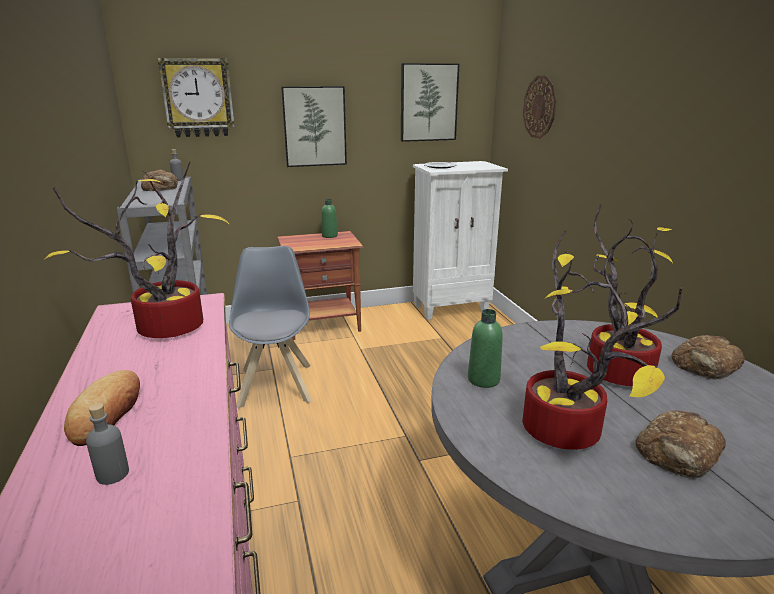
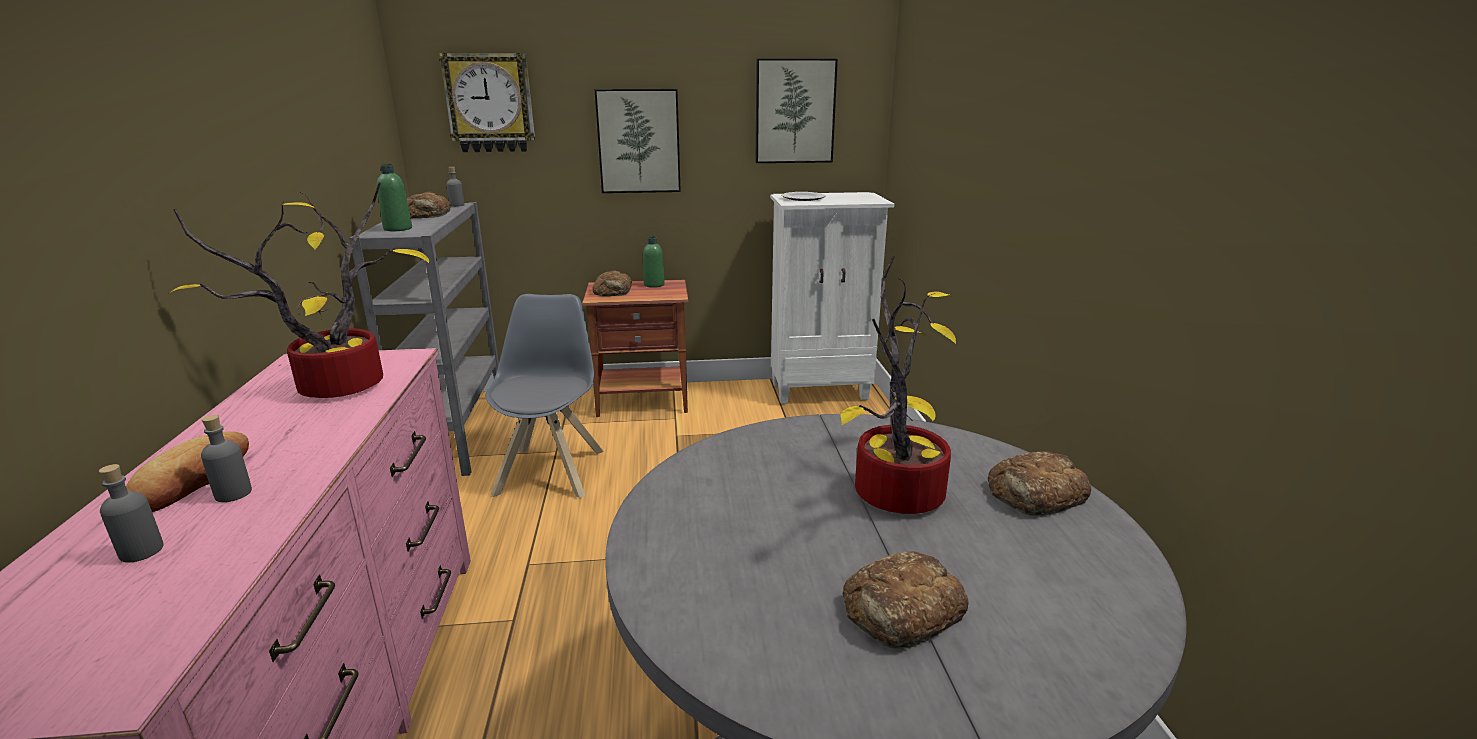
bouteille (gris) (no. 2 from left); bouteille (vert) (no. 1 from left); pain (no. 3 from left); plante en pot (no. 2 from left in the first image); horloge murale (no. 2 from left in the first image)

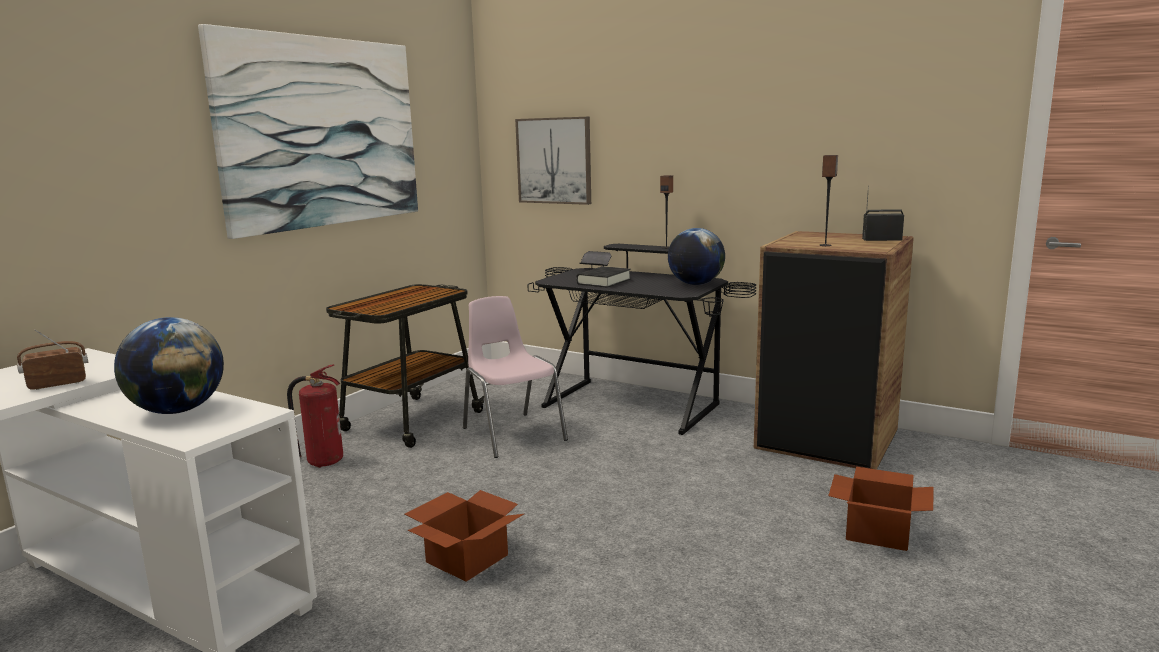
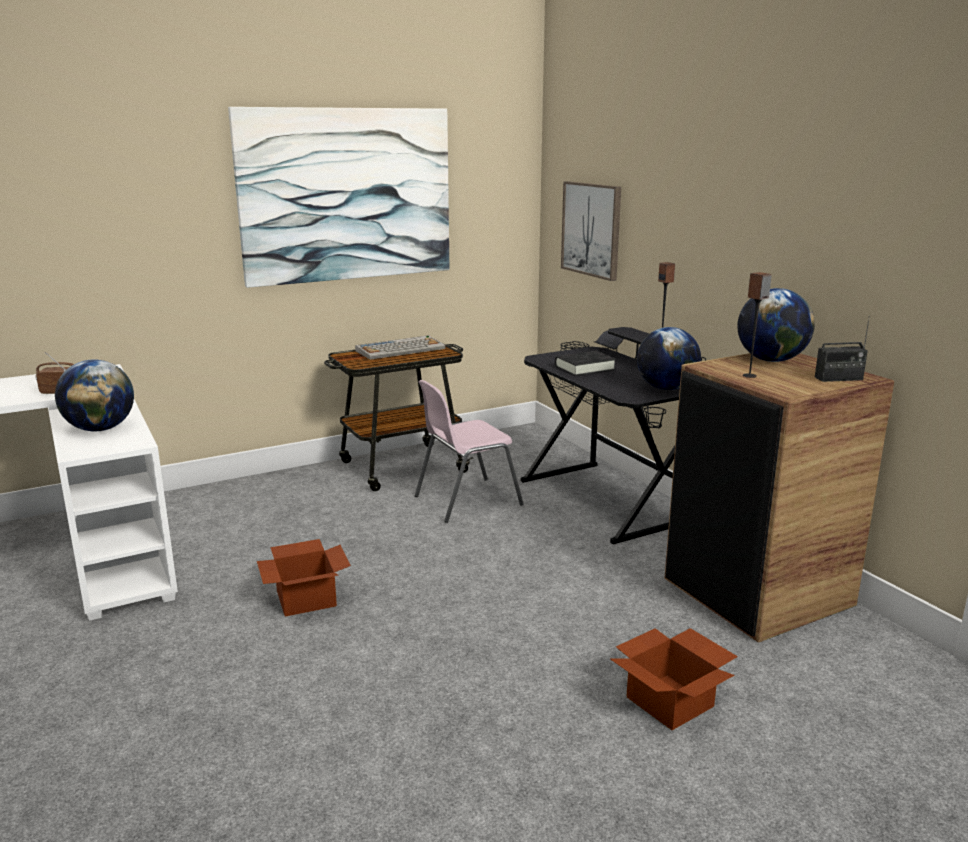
clavier; chaise (rose); globe (no. 3 from left); radio (no. 2 from left); extincteur

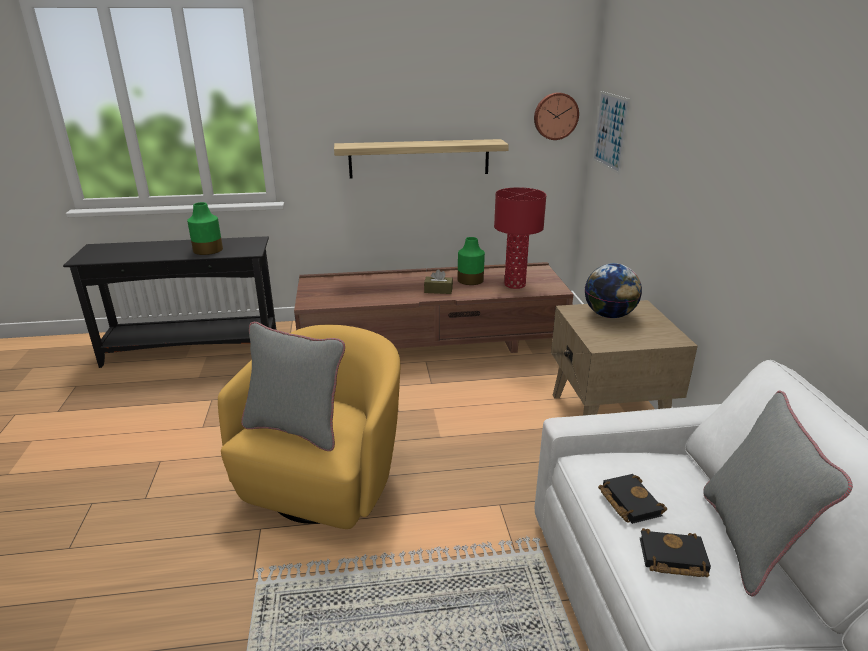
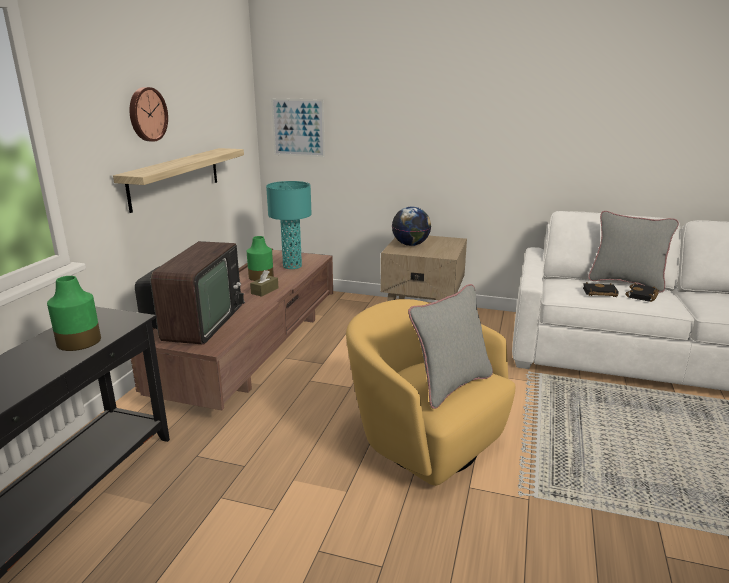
horloge murale; téléviseur; lampe de table (turquoise)

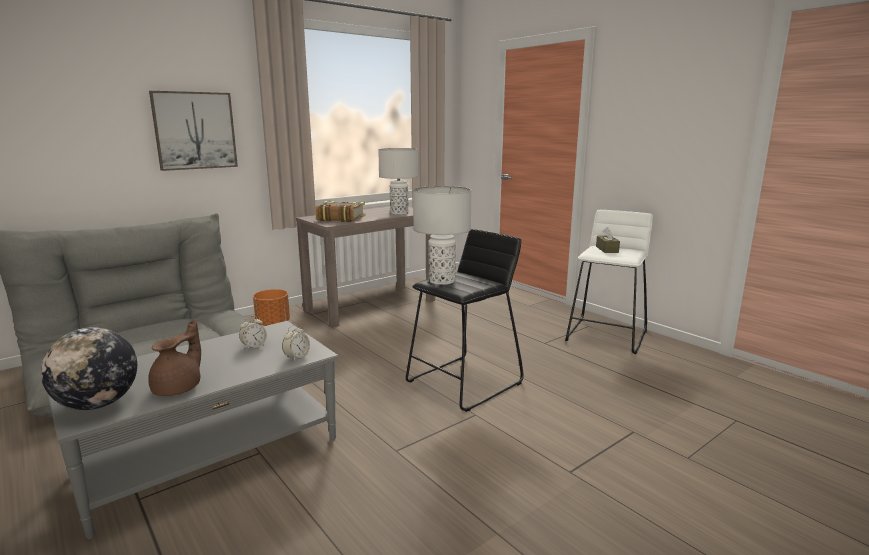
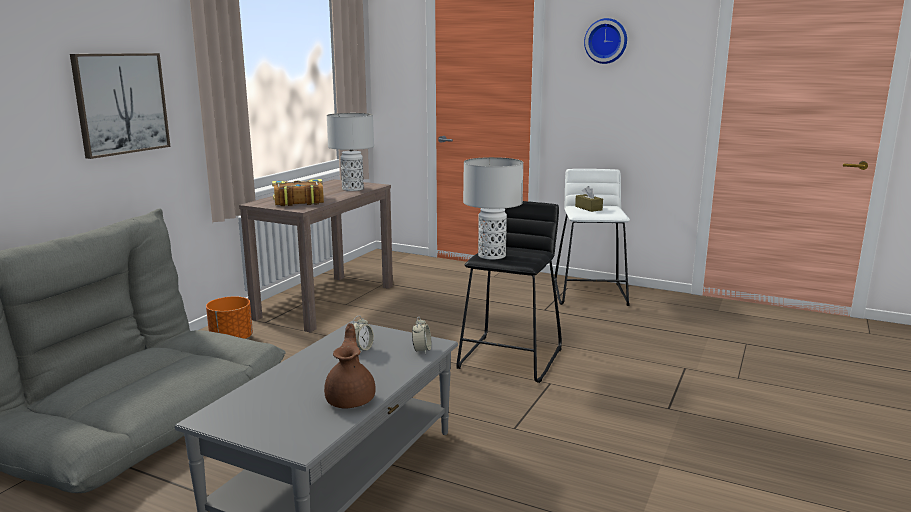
horloge murale; globe

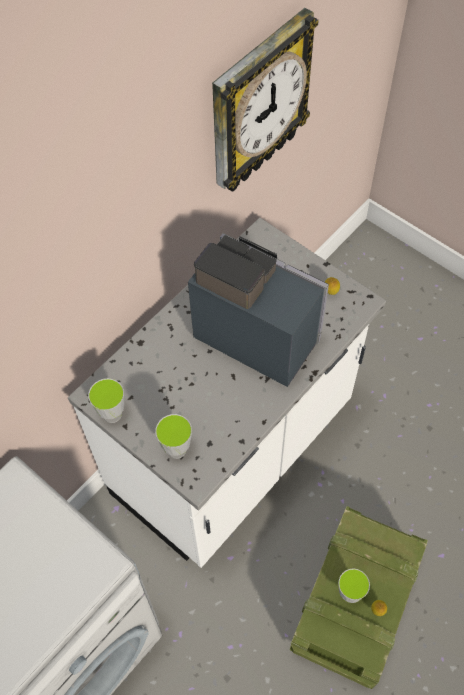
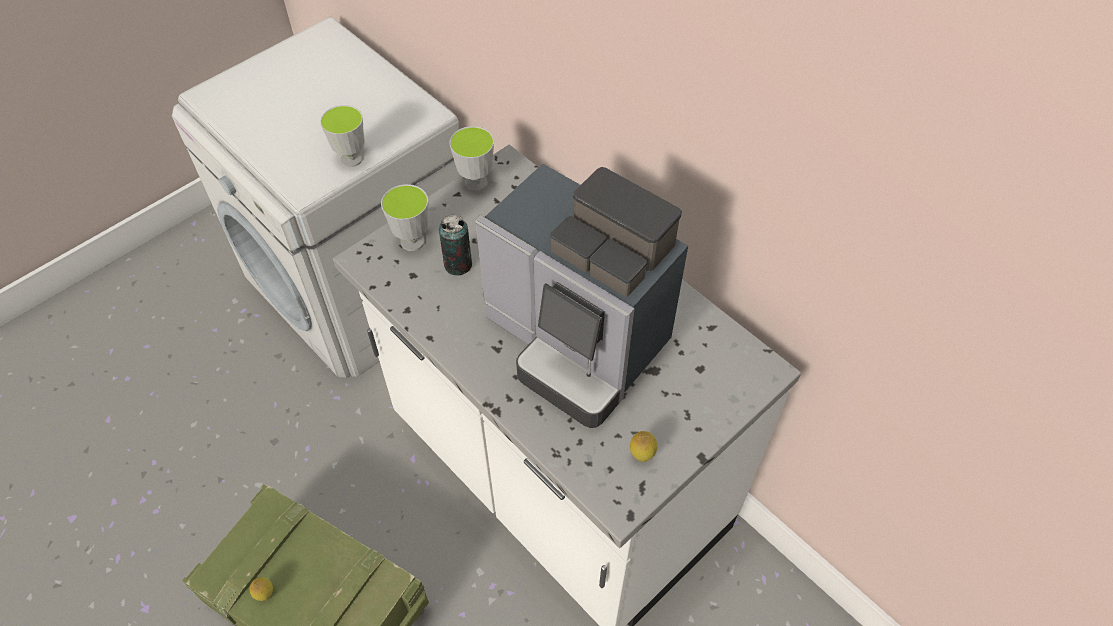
tasse (no. 1 from left); boîte métallique; machine à café; horloge murale

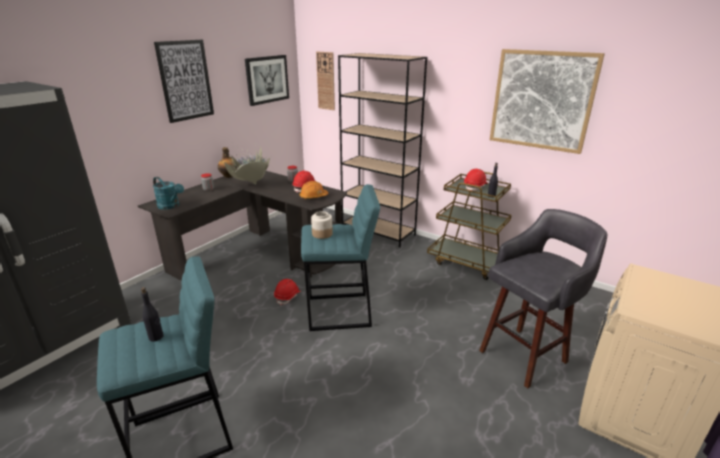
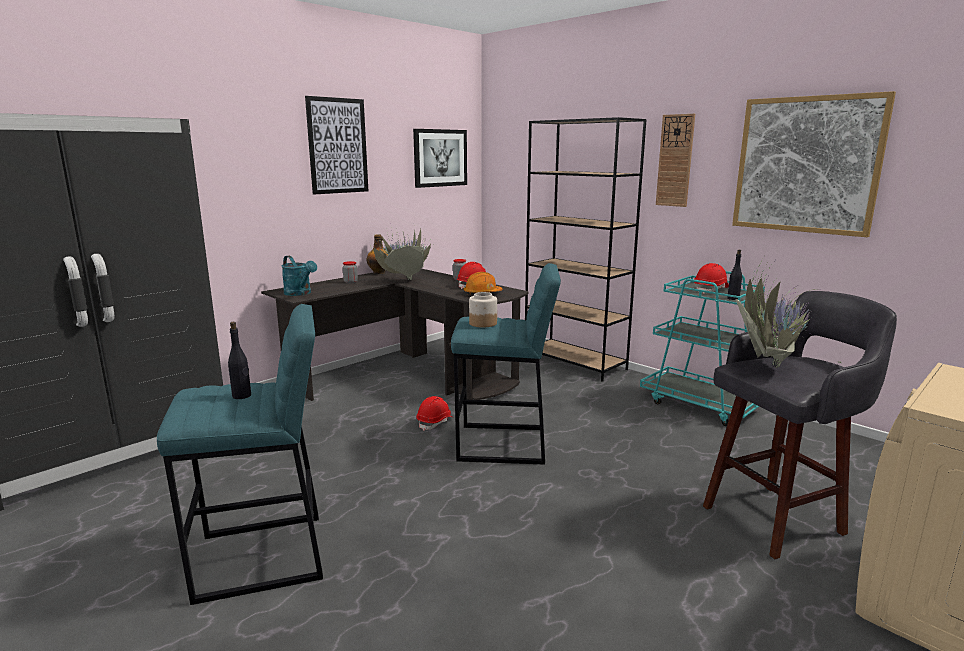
chariot (turquoise); horloge murale; plante en pot (no. 2 from left)

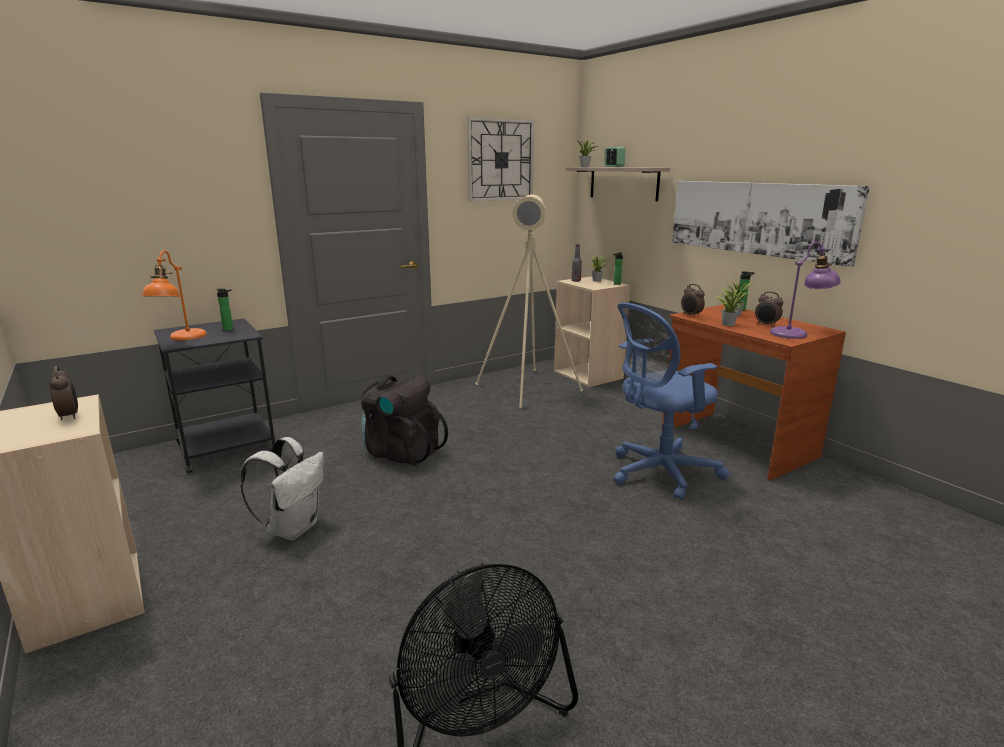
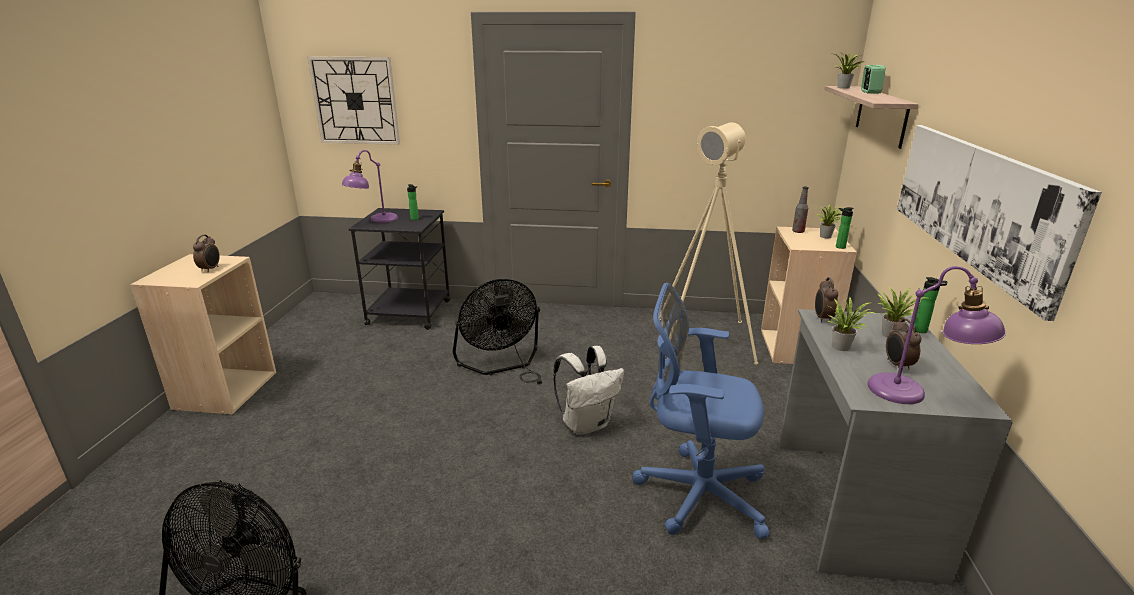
horloge murale; lampe de table (violet) (no. 1 from left); ventilateur (noir) (no. 2 from left); sac à dos (blanc); bureau (gris)

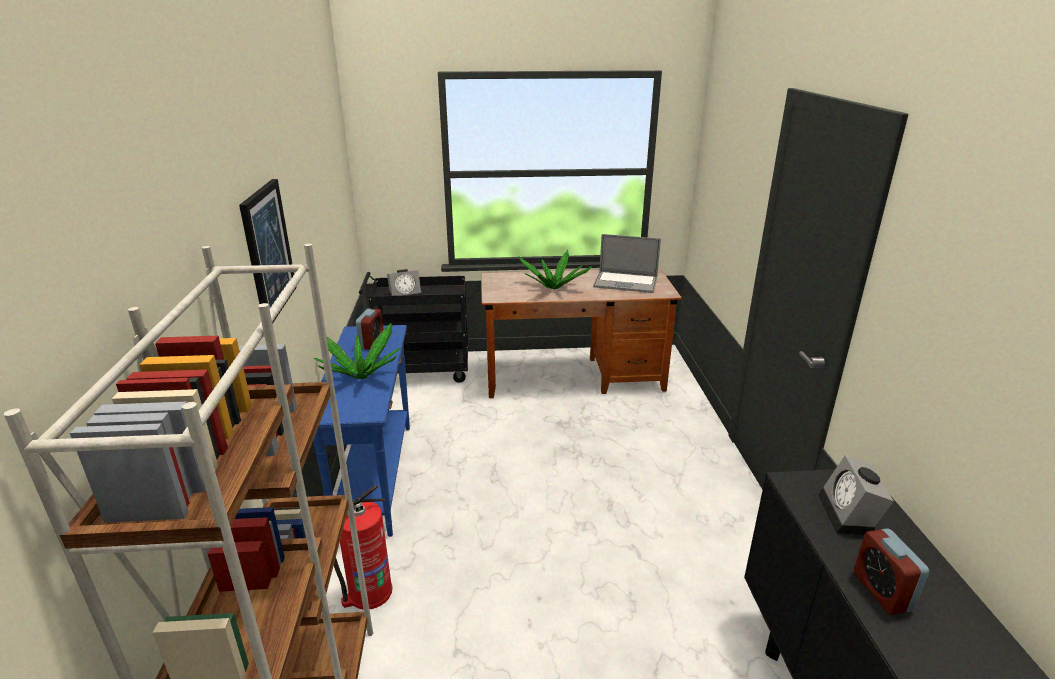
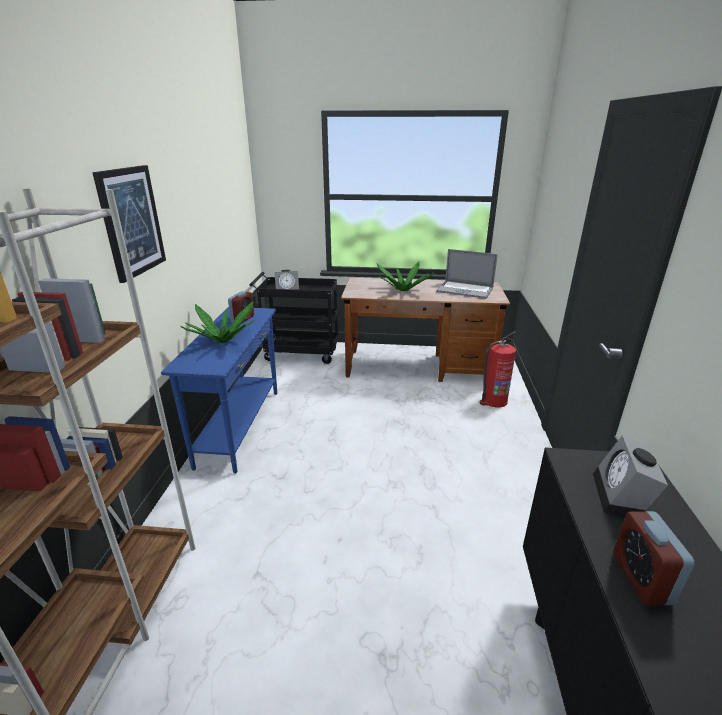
extincteur

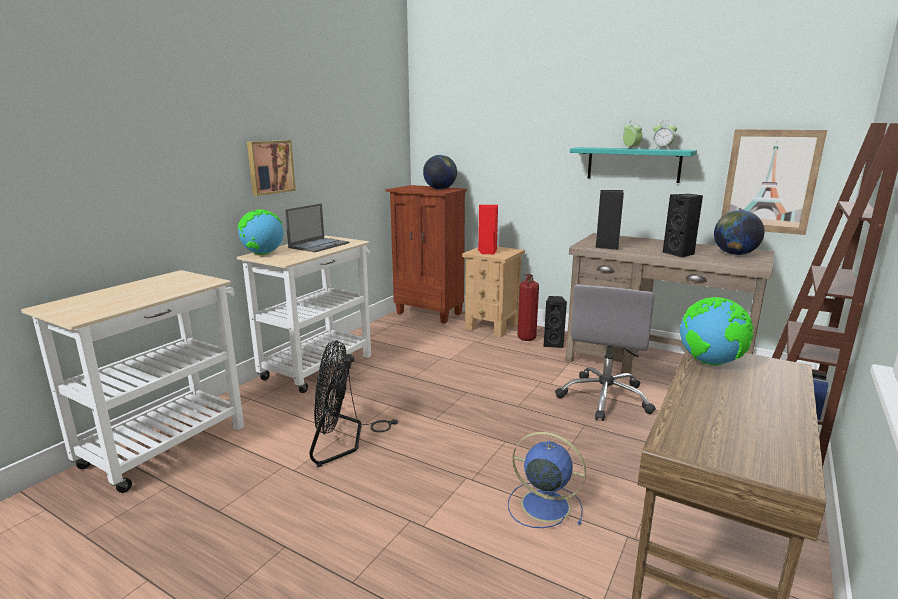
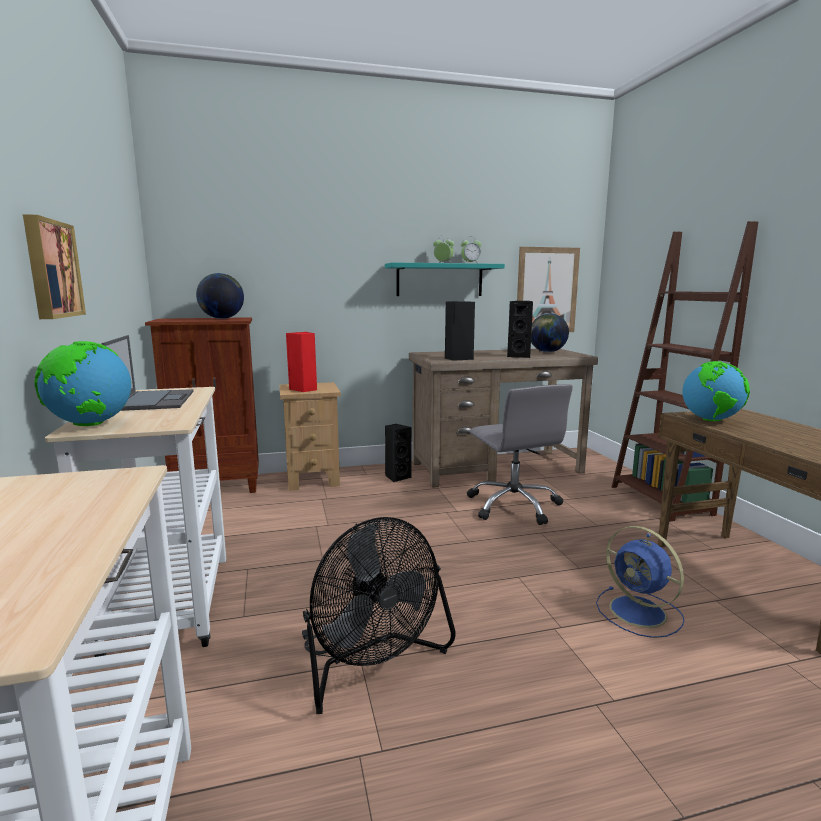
ventilateur (noir); ventilateur (bleu); extincteur

